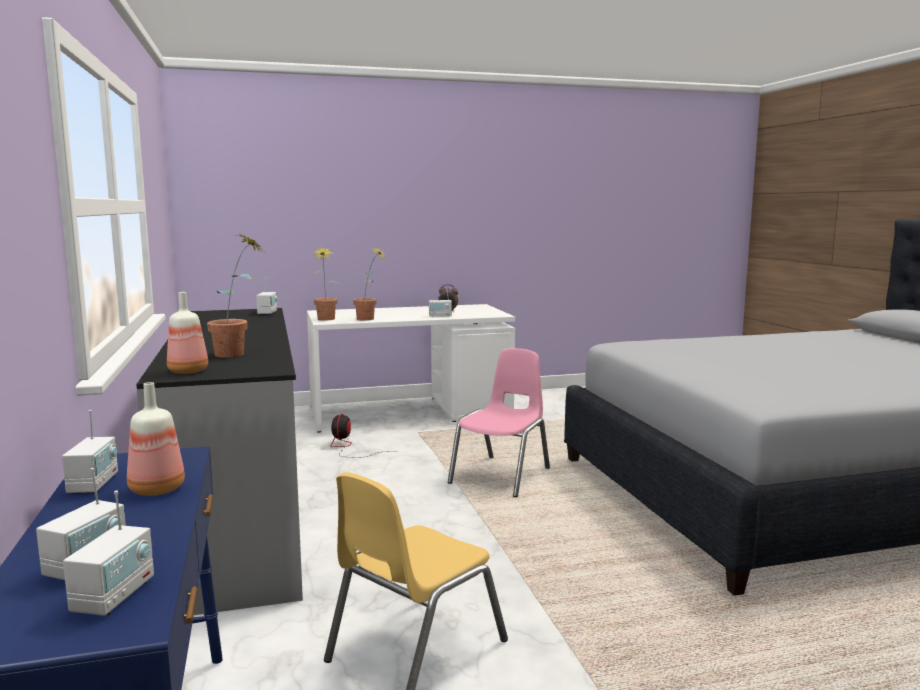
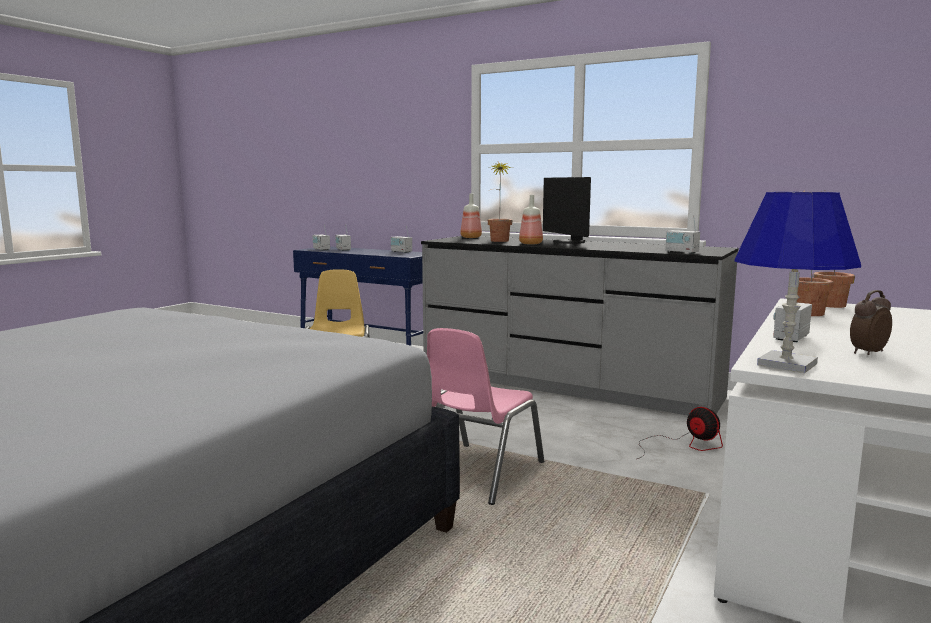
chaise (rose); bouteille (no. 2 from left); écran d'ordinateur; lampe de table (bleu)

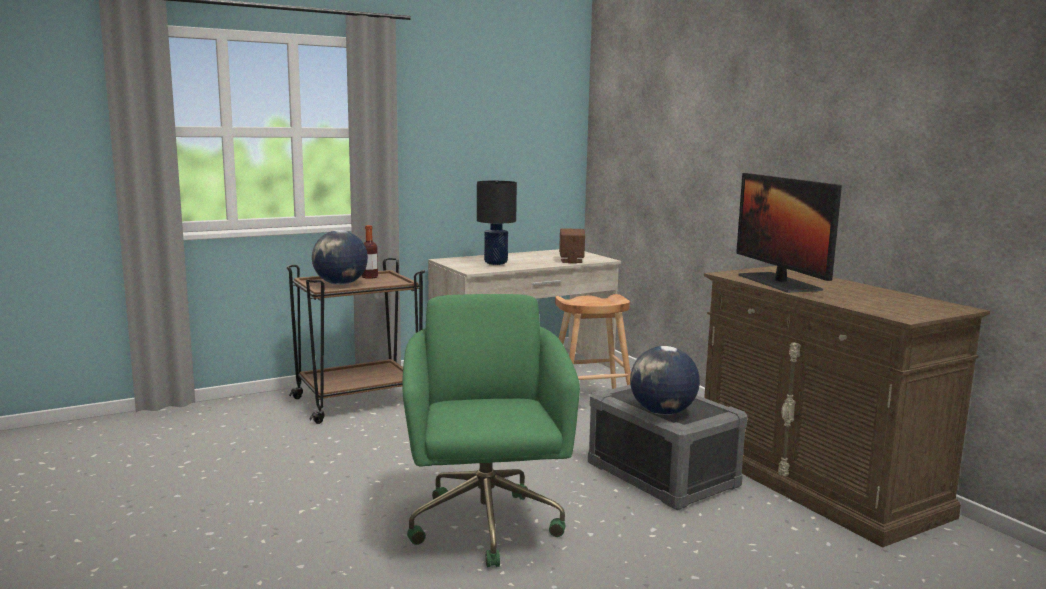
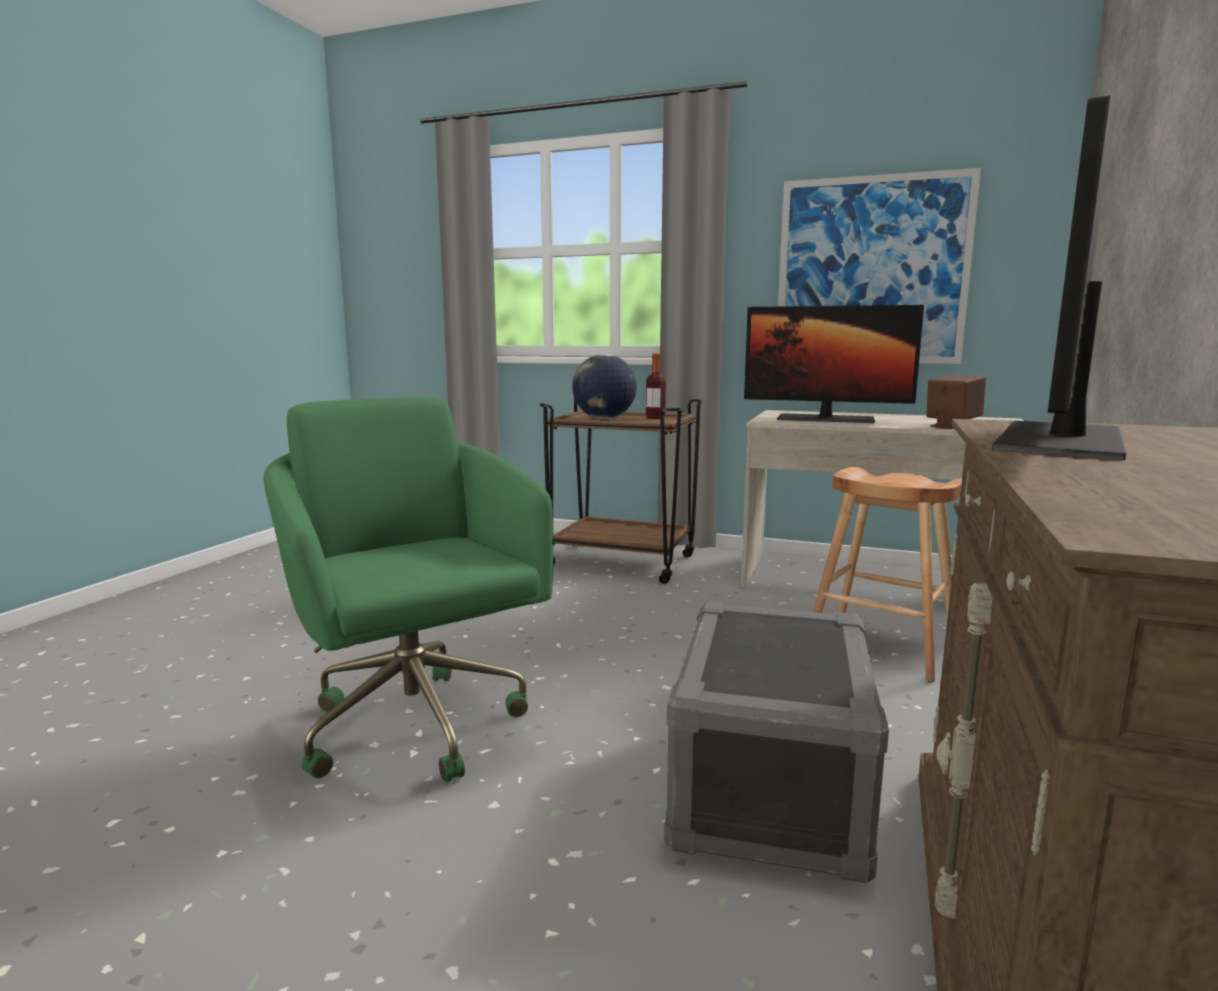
chaise de bureau (vert); écran d'ordinateur (no. 1 from left); tableau; globe (no. 2 from left in the first image)

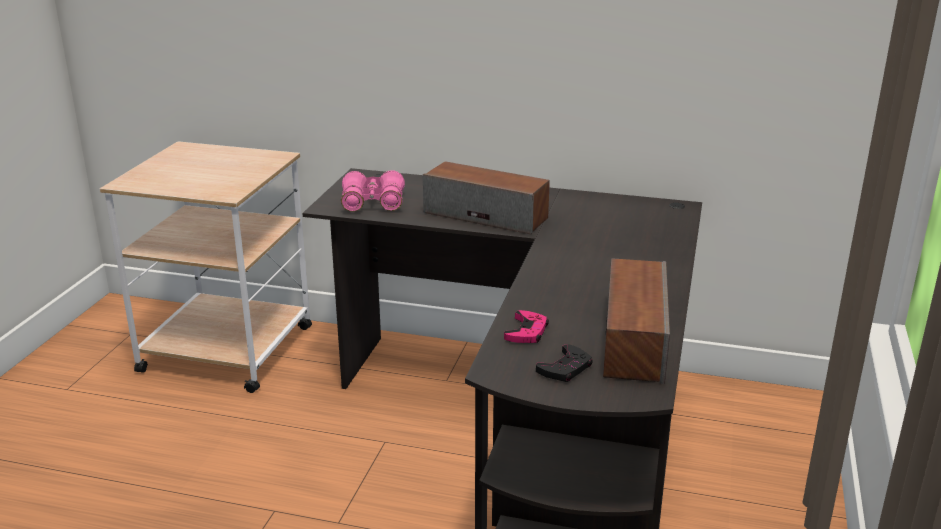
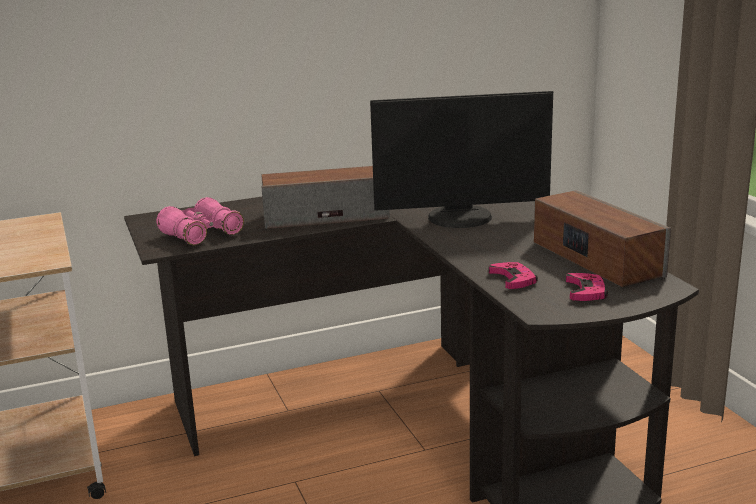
écran d'ordinateur; manette (rose) (no. 2 from left)

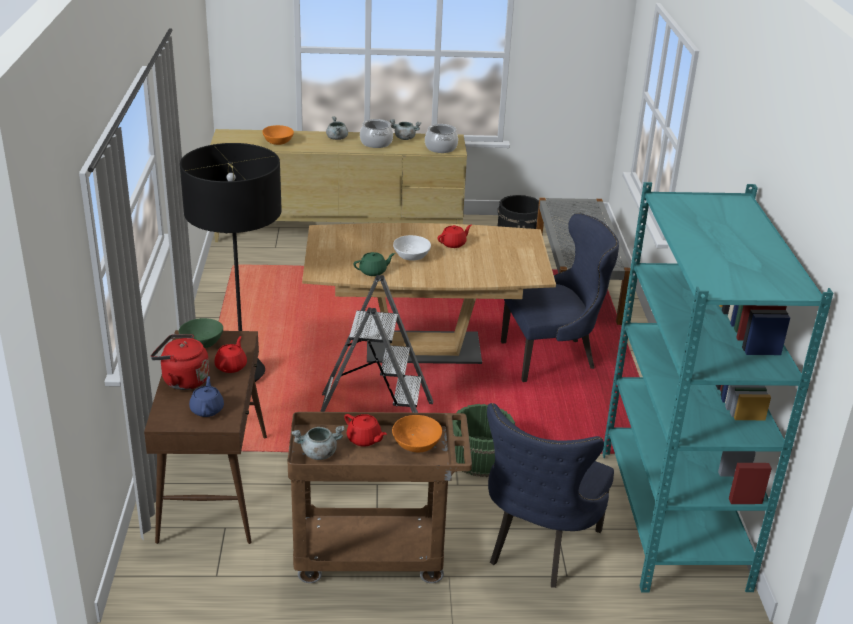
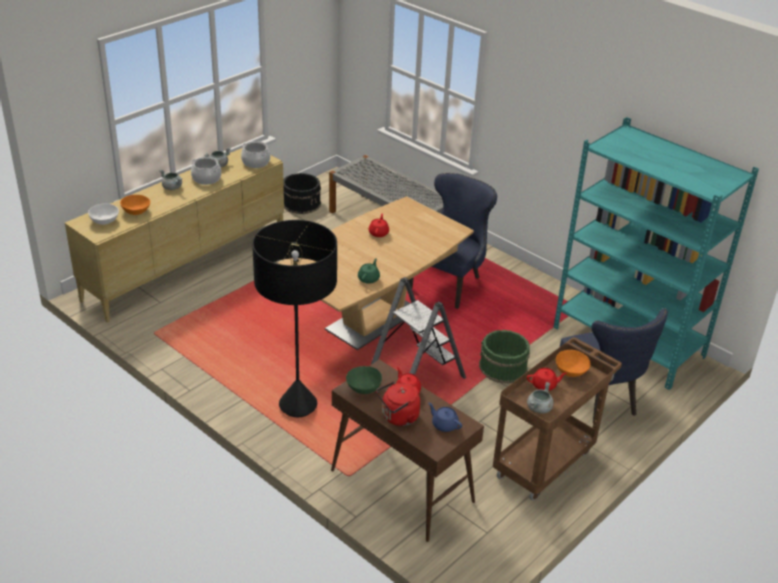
bol (blanc)

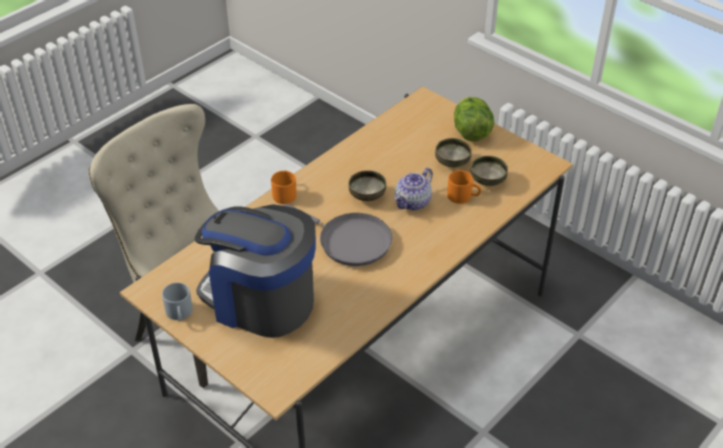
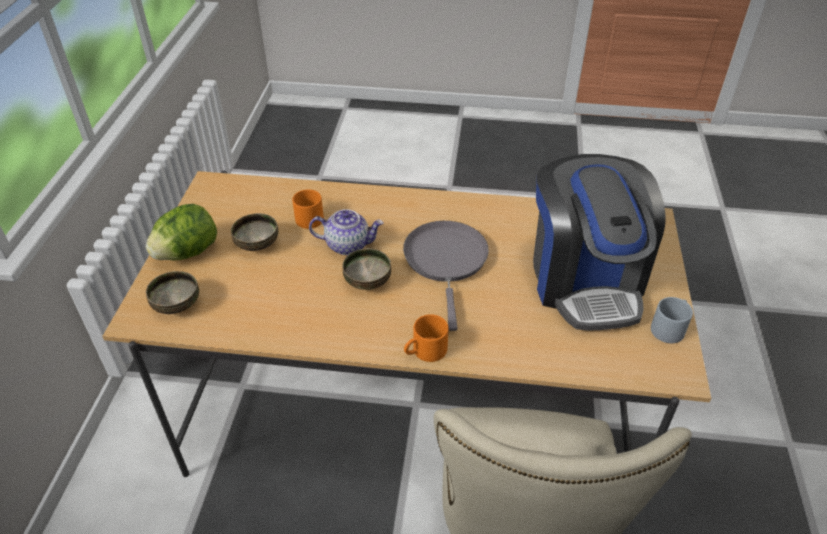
bol (no. 1 from left)

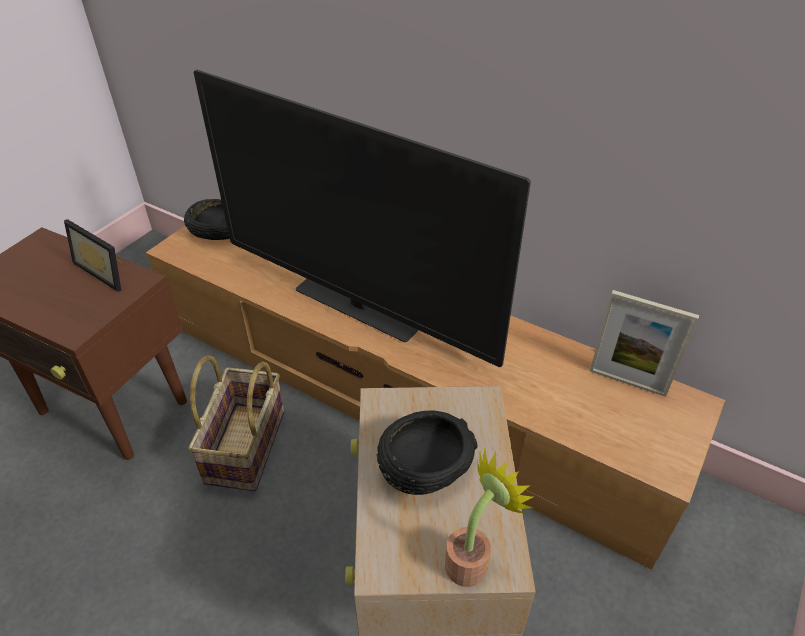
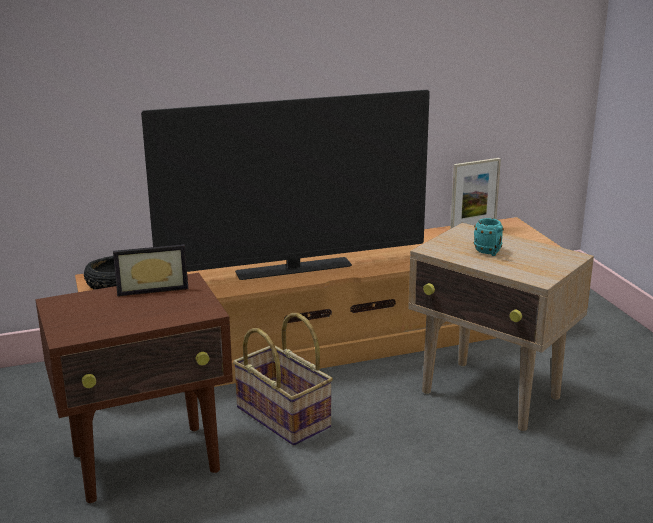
mug (turquoise); plante en pot

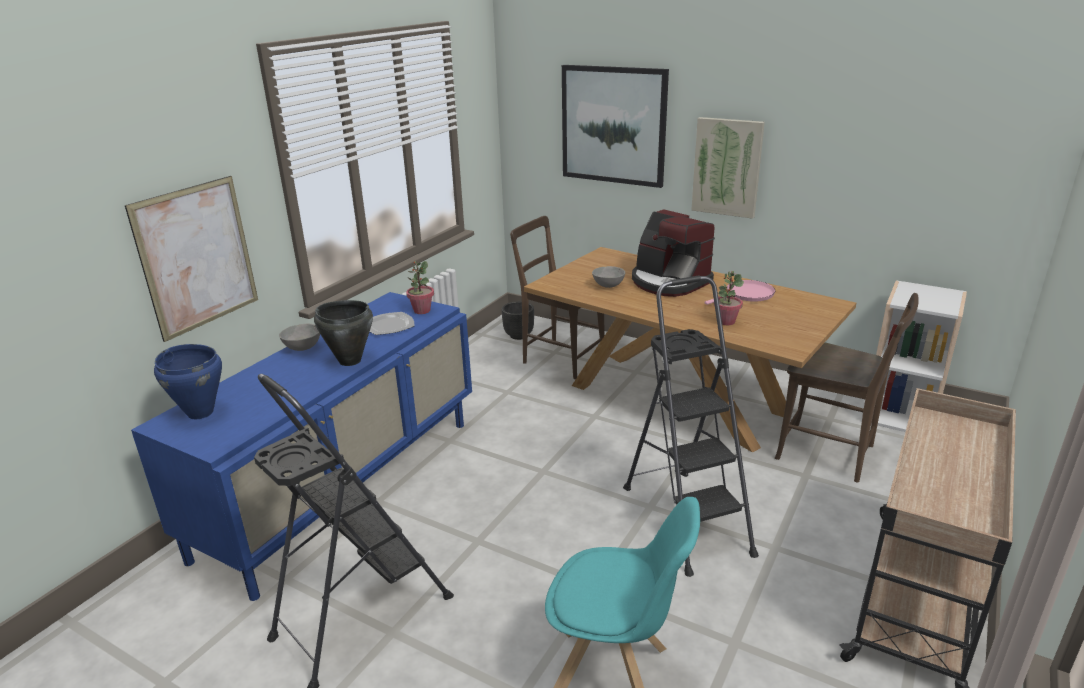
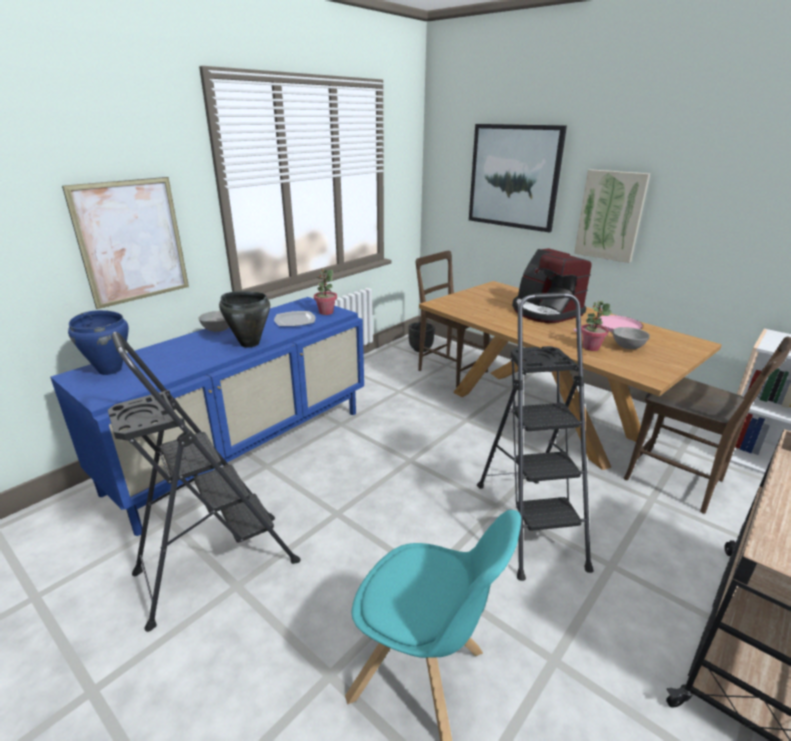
bol (gris) (no. 2 from left)

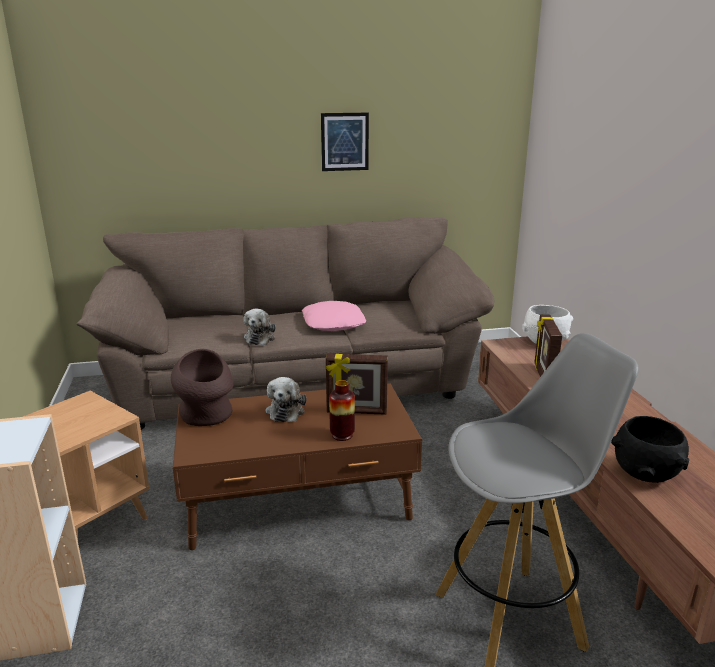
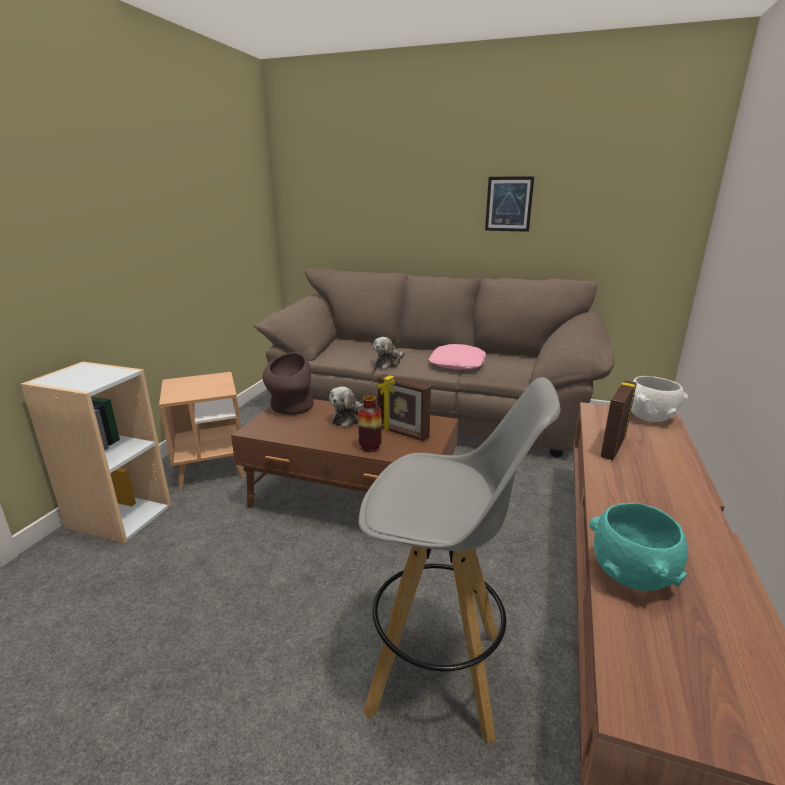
bol (turquoise)

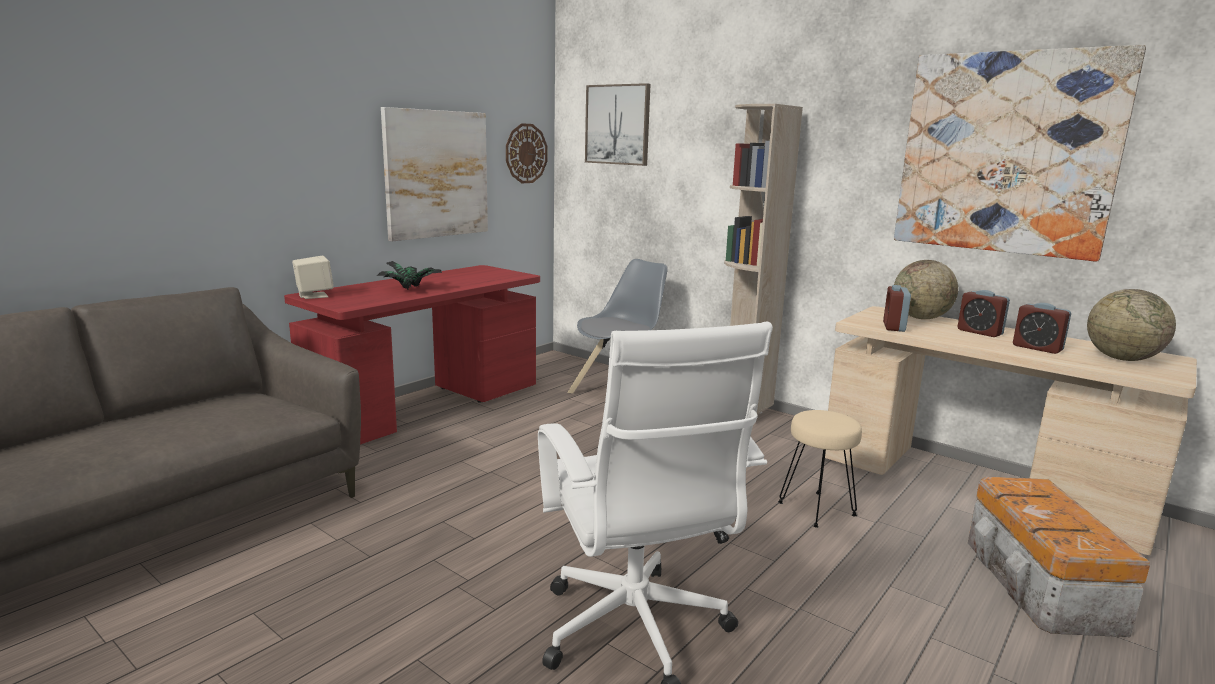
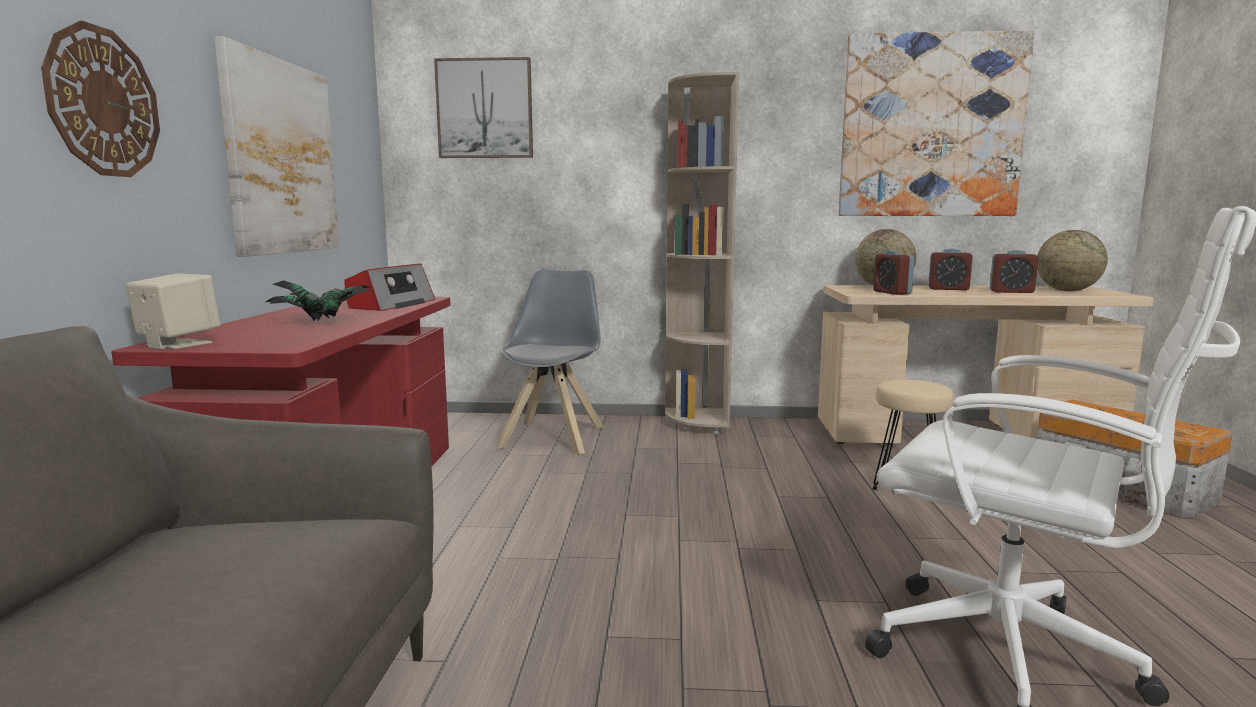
horloge murale; radio

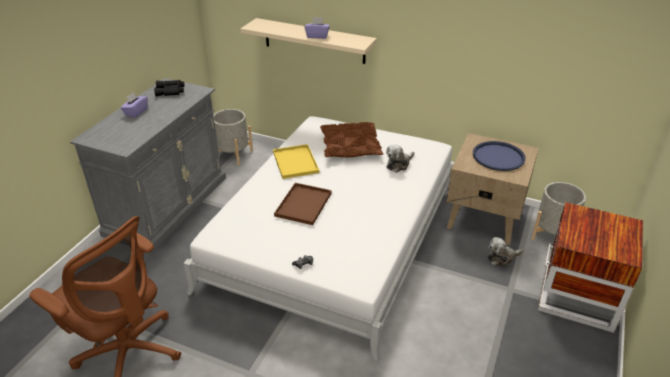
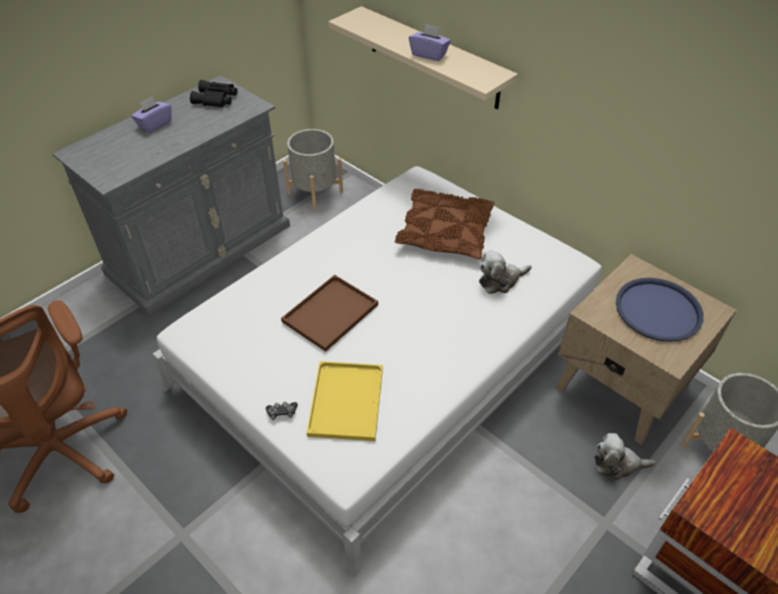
plateau (jaune)

